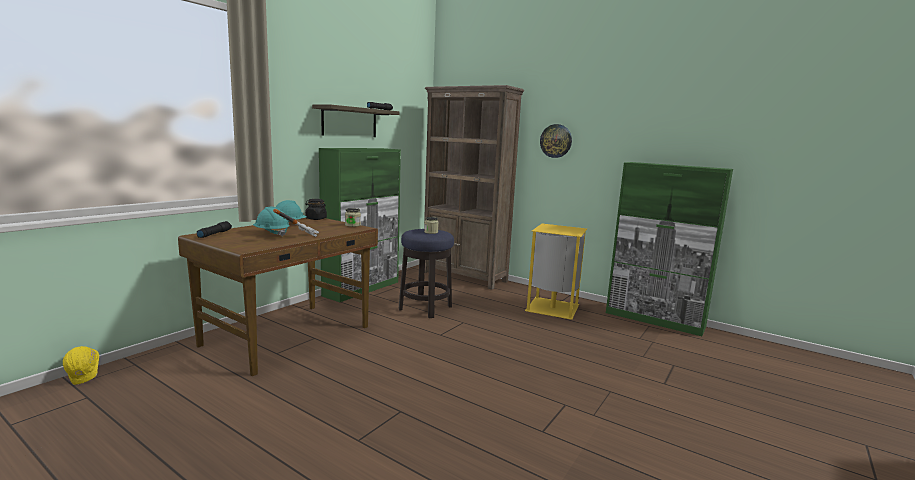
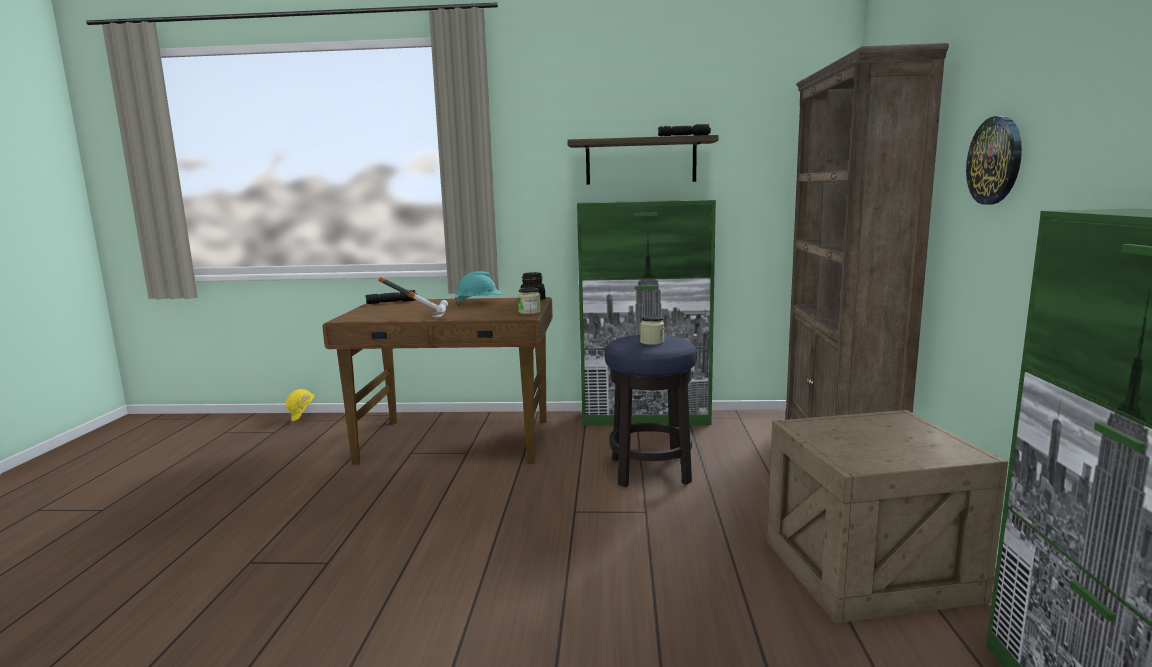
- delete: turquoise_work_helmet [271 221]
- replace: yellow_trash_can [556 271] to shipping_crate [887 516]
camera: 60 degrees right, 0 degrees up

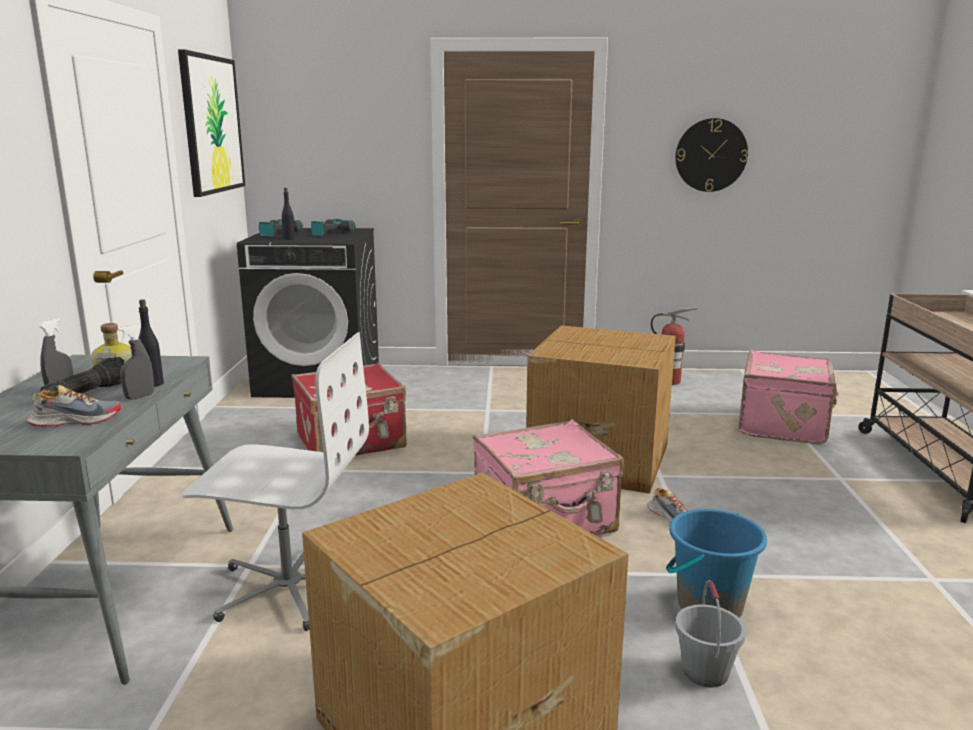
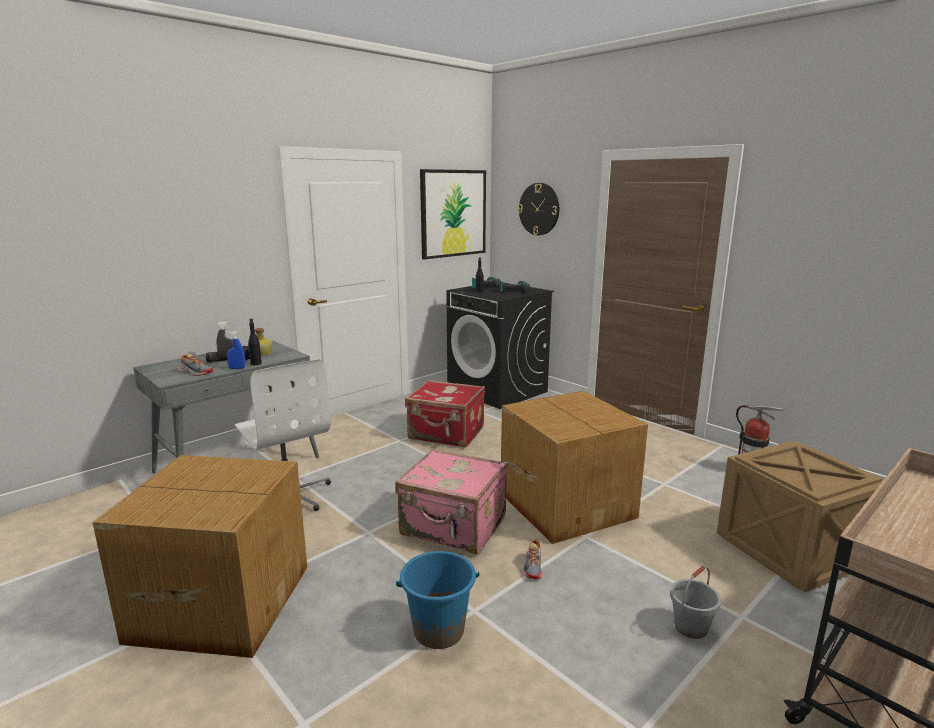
- recolor: gray_hand_sprayer [135 362] to blue-coloured_hand_sprayer [235 350]
- move: clock_on_the_wall [711 155] to [538 209]
- move: gray_pail [710 633] to [695 602]
- replace: pink-coloured_travel_case [788 397] to shipping_crate [800 516]
camera: 45 degrees right, 0 degrees up

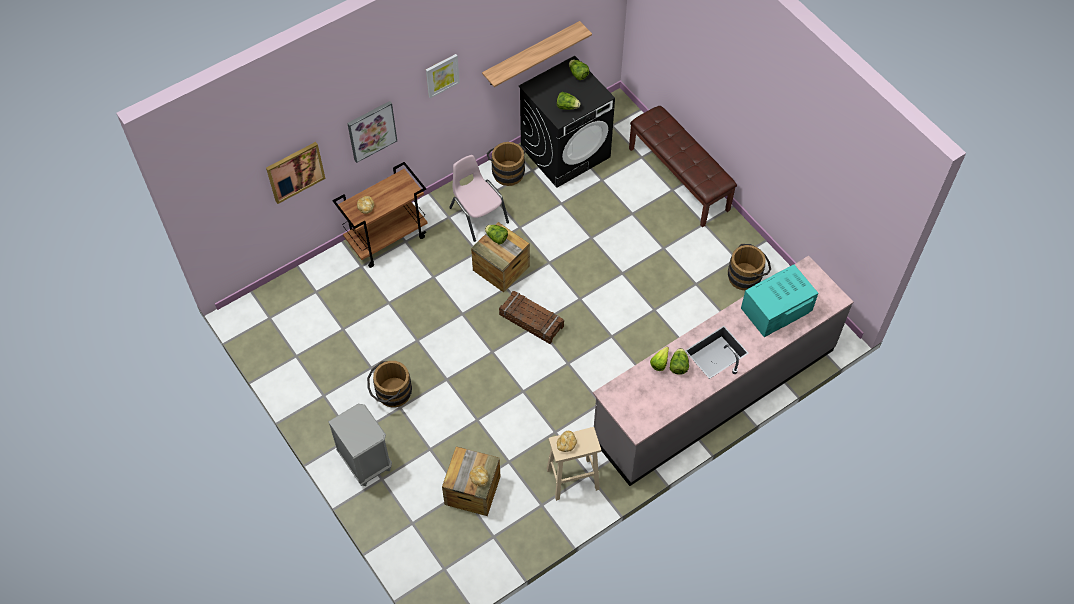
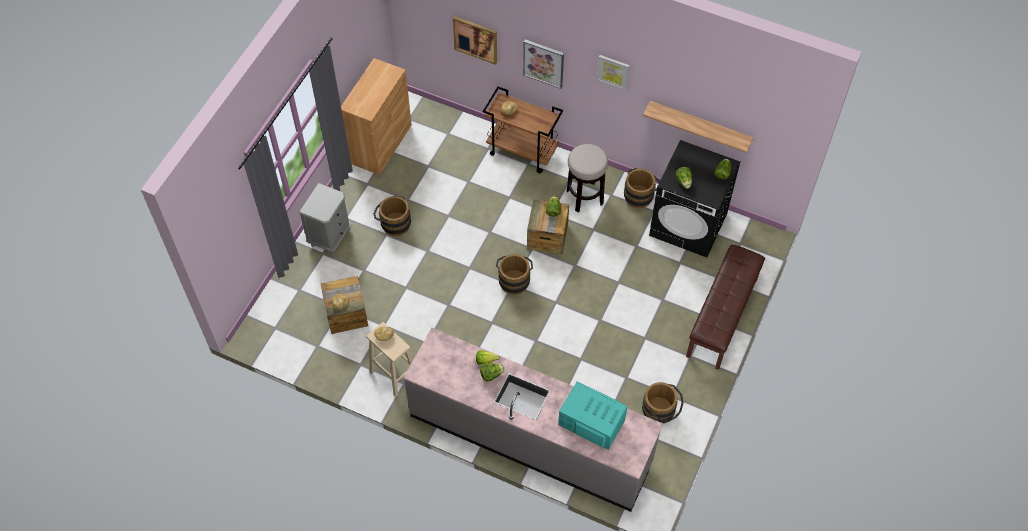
- replace: pink-coloured_upright_chair [479 198] to sitting_stool [587 178]
- replace: shipping_crate [531 317] to brownish_pail [514 274]
- insert: brownish_cupboard [376 116]
camera: 60 degrees right, 0 degrees up

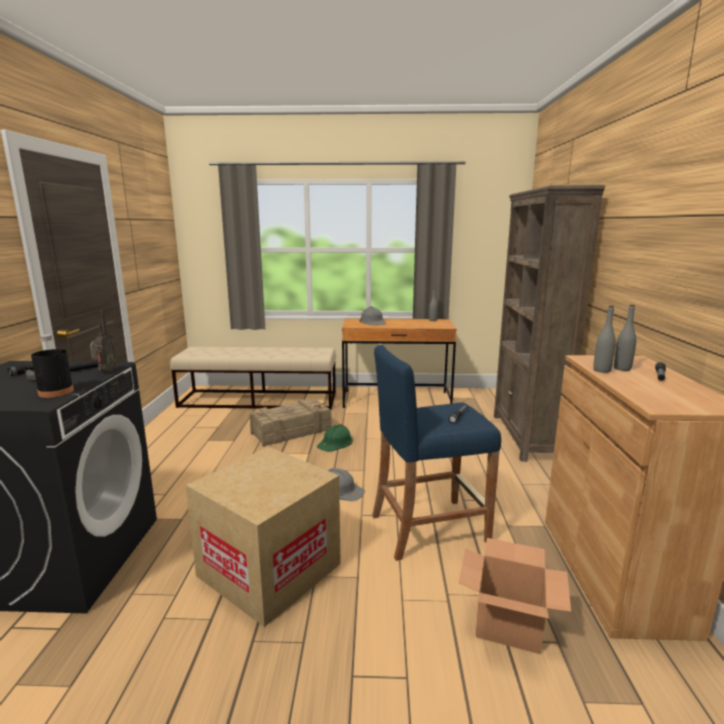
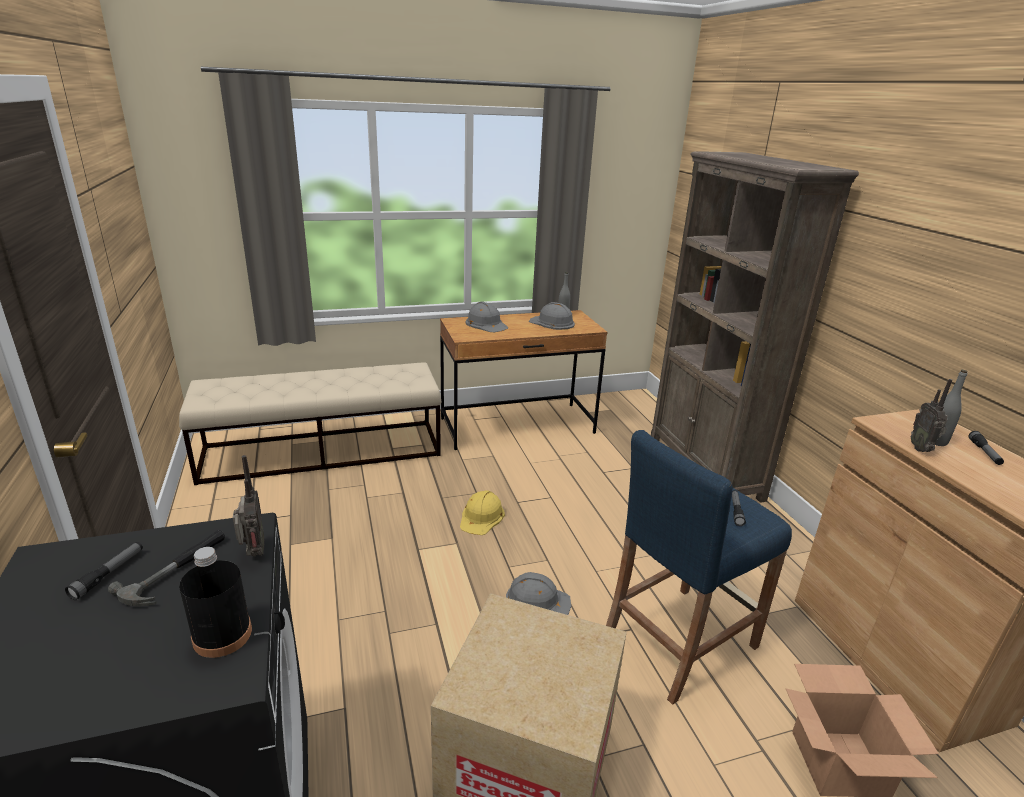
- delete: shipping_crate [290 423]
- recolor: green-coloured_work_helmet [335 438] to yellow_work_helmet [482 512]
- replace: gray_beverage_bottle [604 339] to radio_set [931 415]
- insert: gray_work_helmet [552 316]
camera: 20 degrees left, 10 degrees up

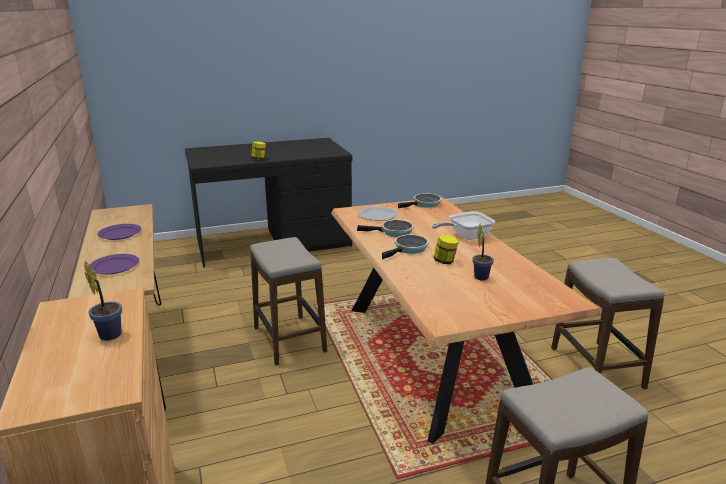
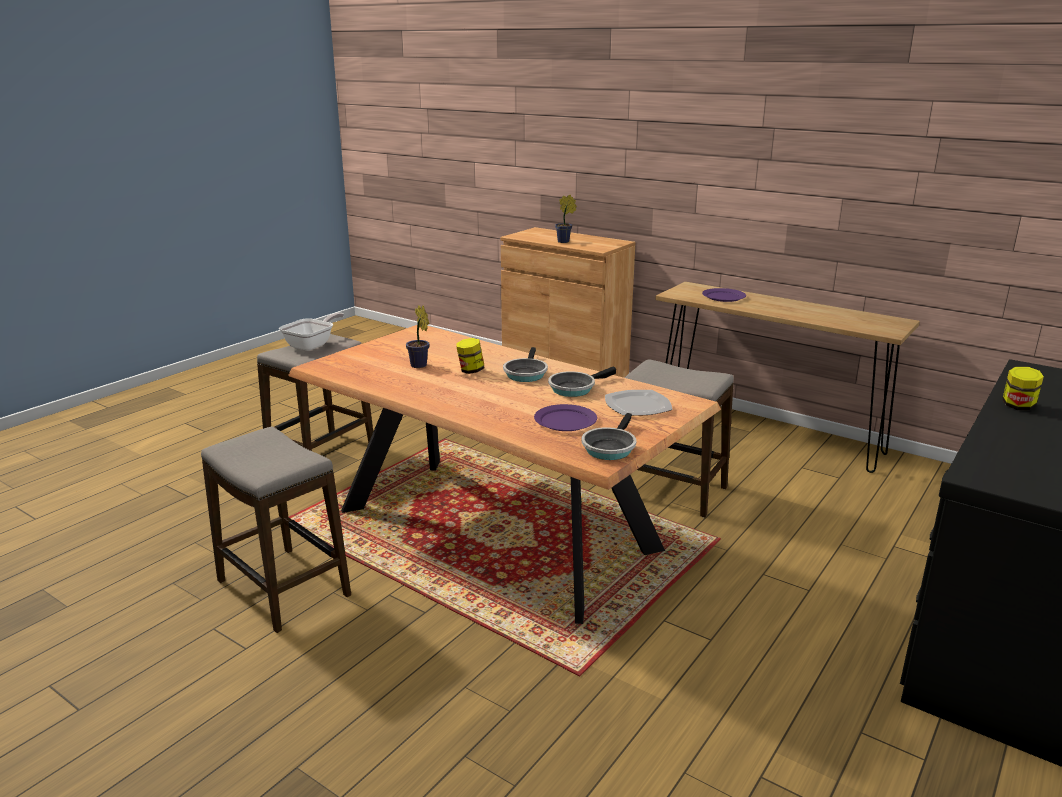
- move: purple-coloured_dinner_plate [119 232] to [565 417]
- move: skillet [463 225] to [311 331]
camera: 145 degrees right, 0 degrees up

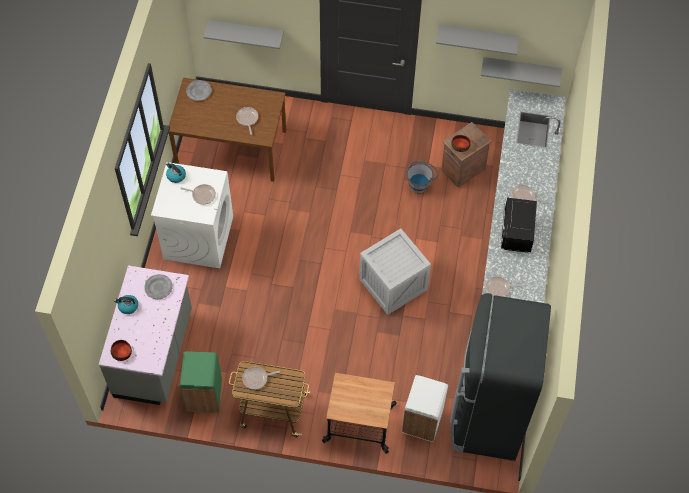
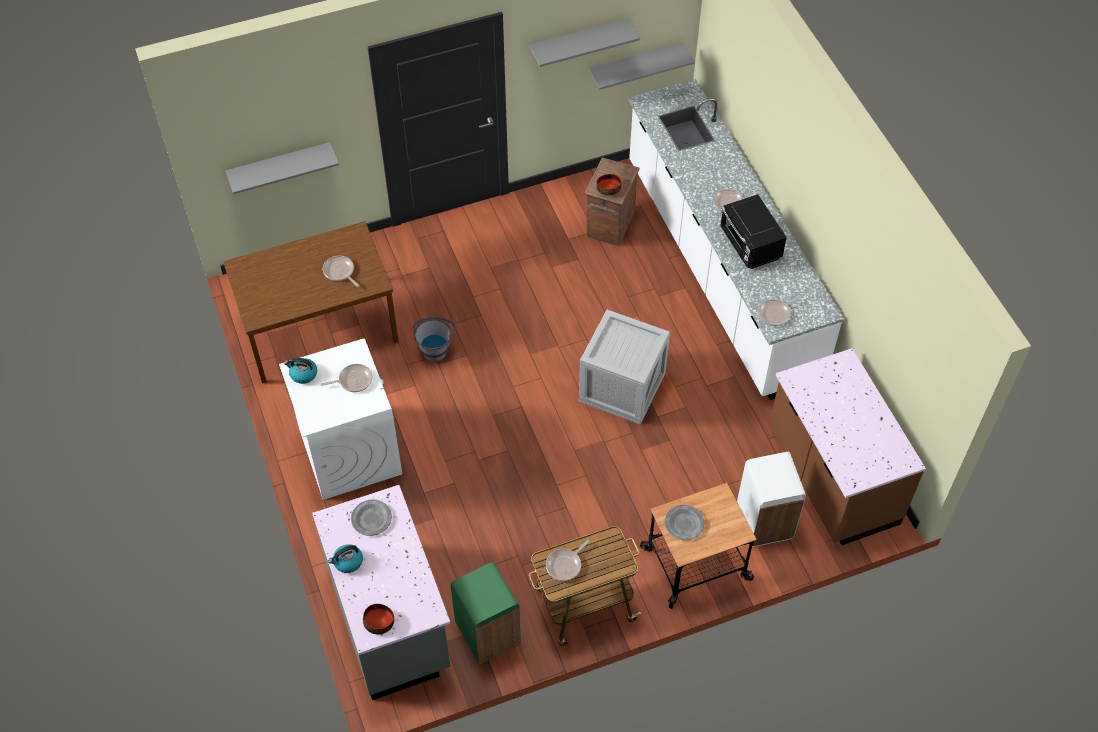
- move: gray_dinner_plate [199 90] to [684 522]
- move: gray_pail [422 177] to [434 339]
- replace: blackish_kitchen_fridge [500 377] to brownish_kitchen_base_unit [847 446]
camera: 30 degrees left, 5 degrees down

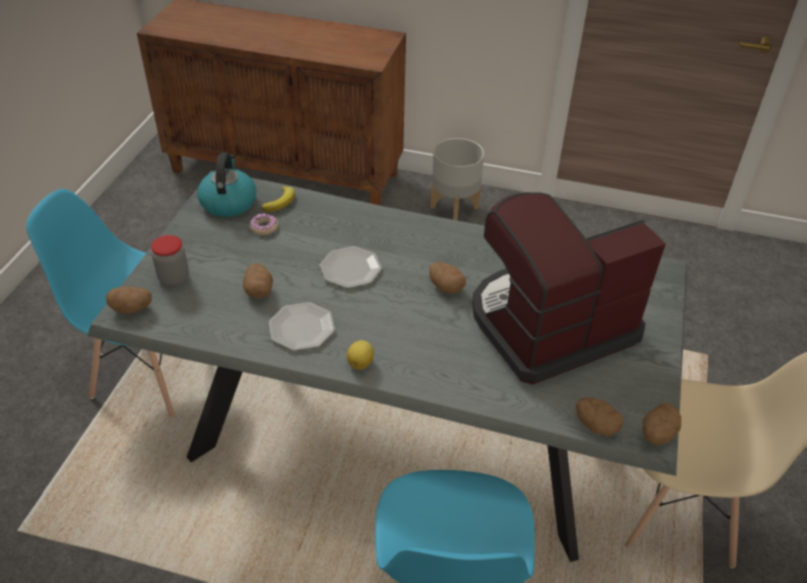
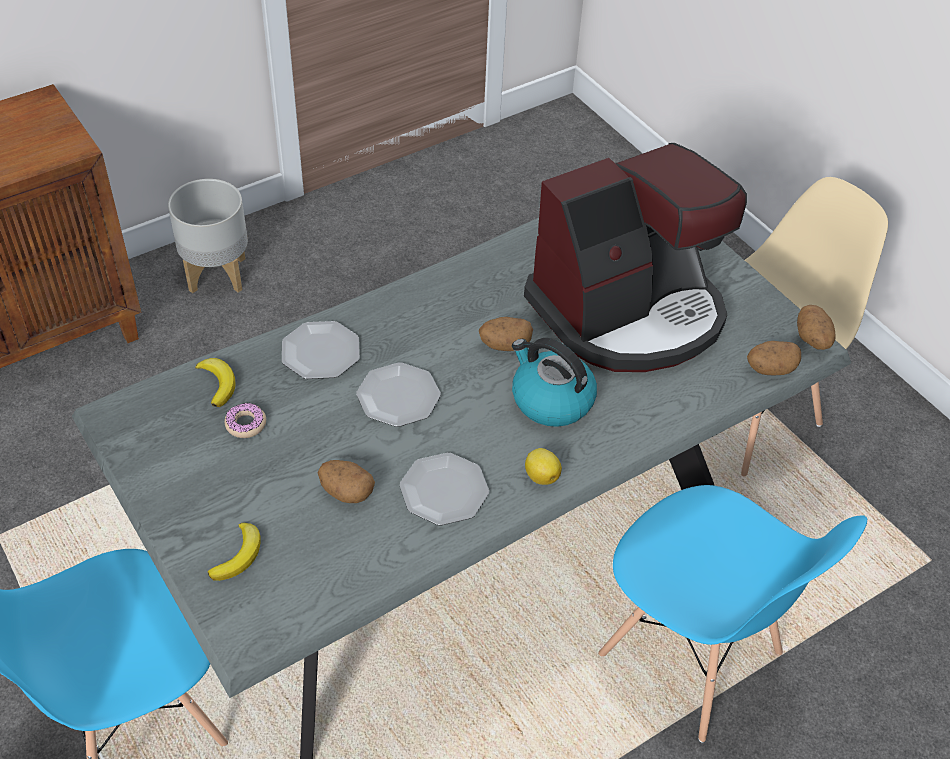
- delete: whole_potato [129 300]
- replace: storage_jar [170 260] to whole_banana [234 551]
- move: tea_kettle [226 185] to [554 382]
- rotate: coffee_brewer [569 288] = [635 257] 135 degrees counterclockwise
- insert: dinner_plate [321 350]
camera: 50 degrees left, 5 degrees up

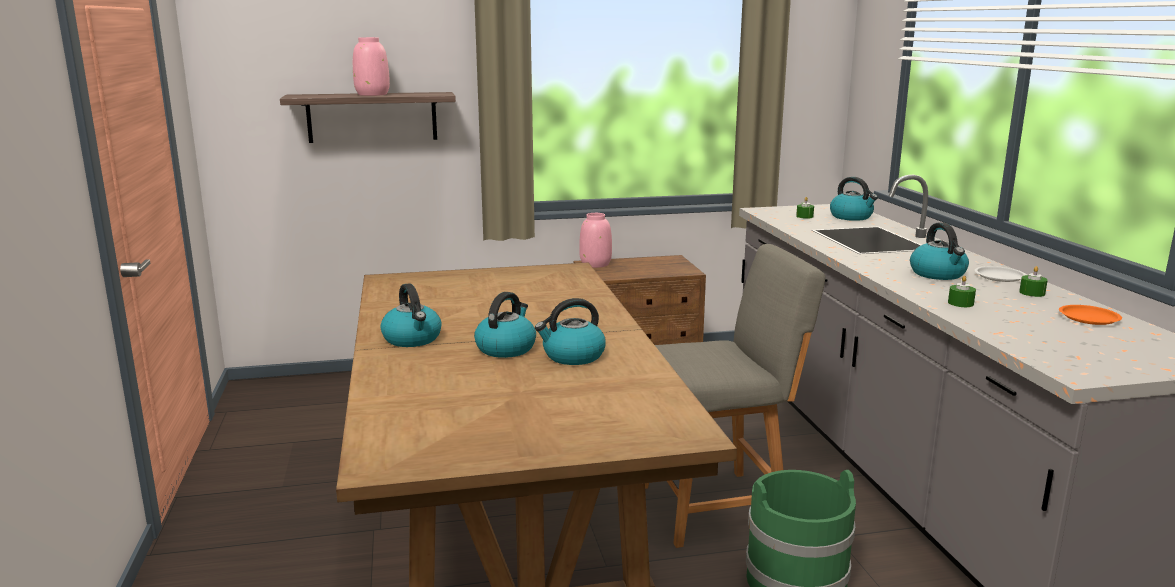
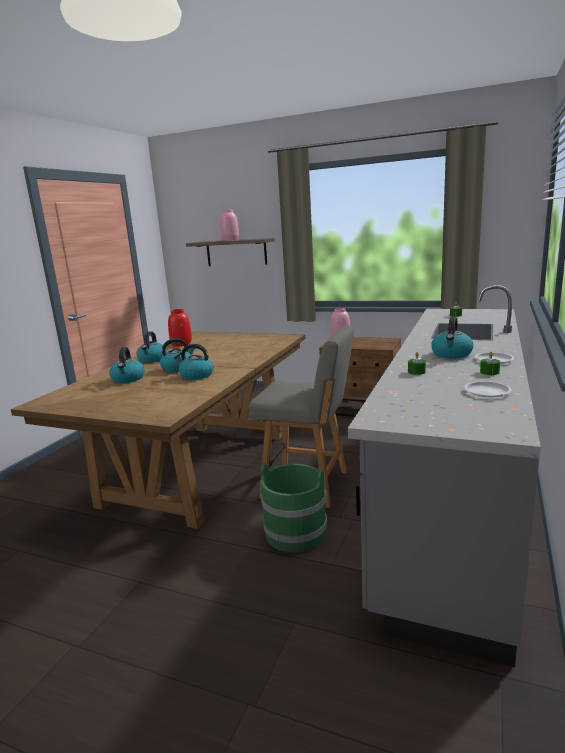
- move: tea_kettle [854 199] to [127 365]
- recolor: orange-coloured_dinner_plate [1090 315] to whitish_dinner_plate [487 389]
- insert: red-coloured_decorative_vase [180 327]
camera: 35 degrees right, 0 degrees up

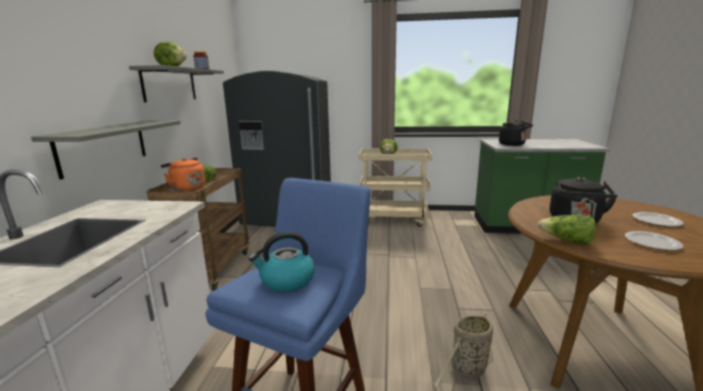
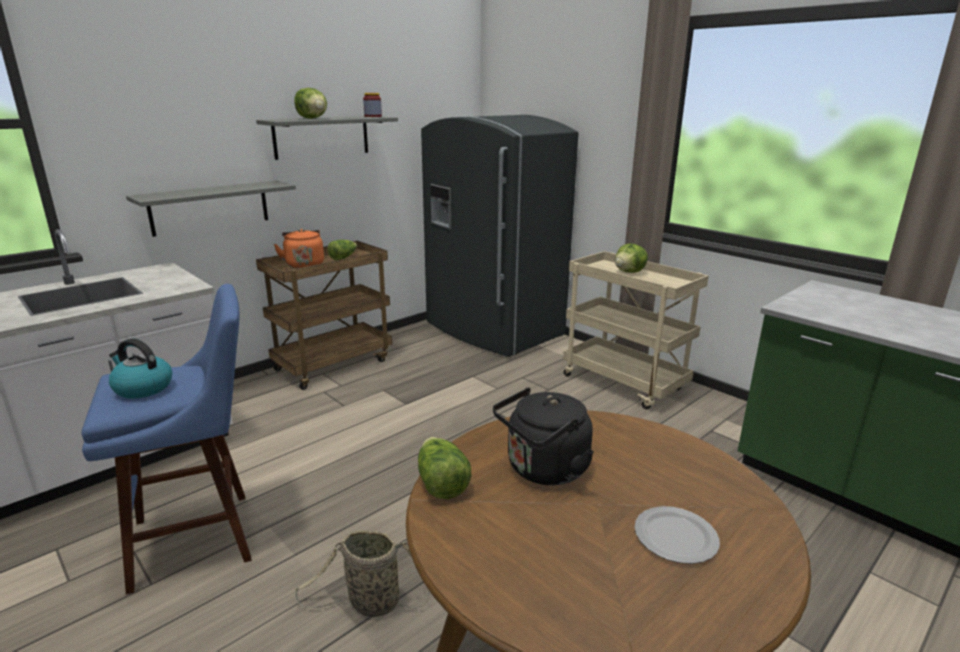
- delete: blackish_tea_kettle [516 133]
- delete: dinner_plate [654 241]
camera: 40 degrees right, 5 degrees up

